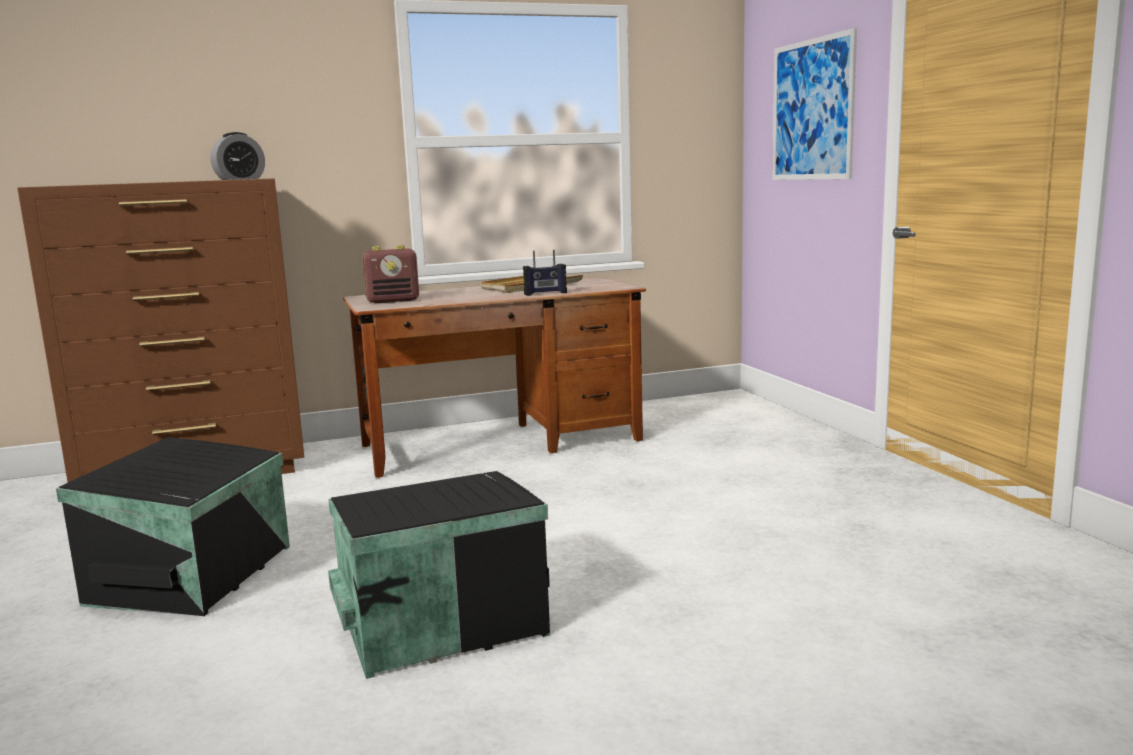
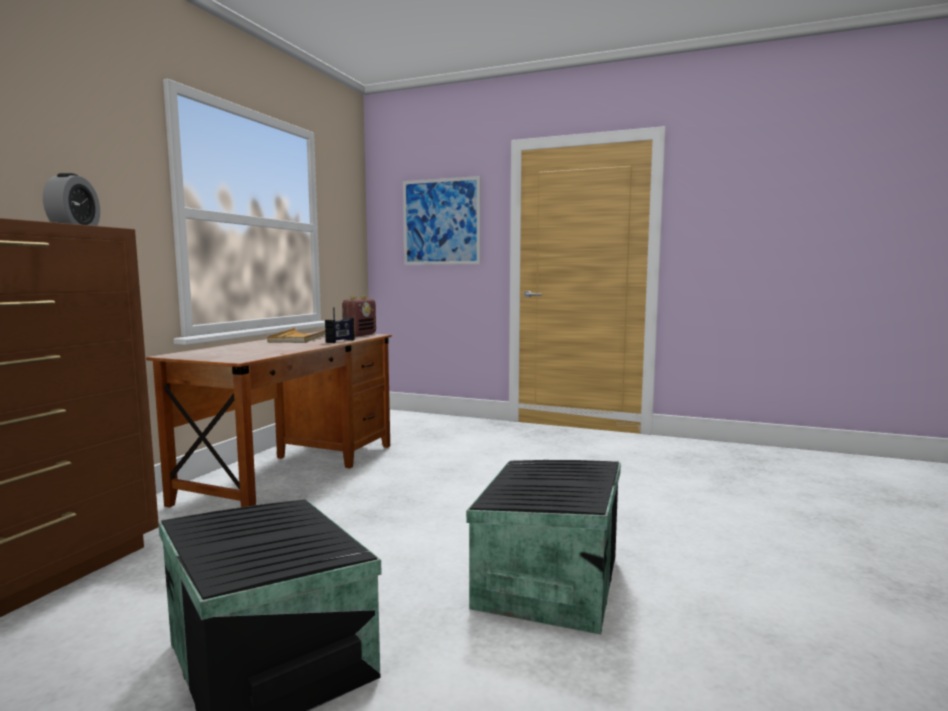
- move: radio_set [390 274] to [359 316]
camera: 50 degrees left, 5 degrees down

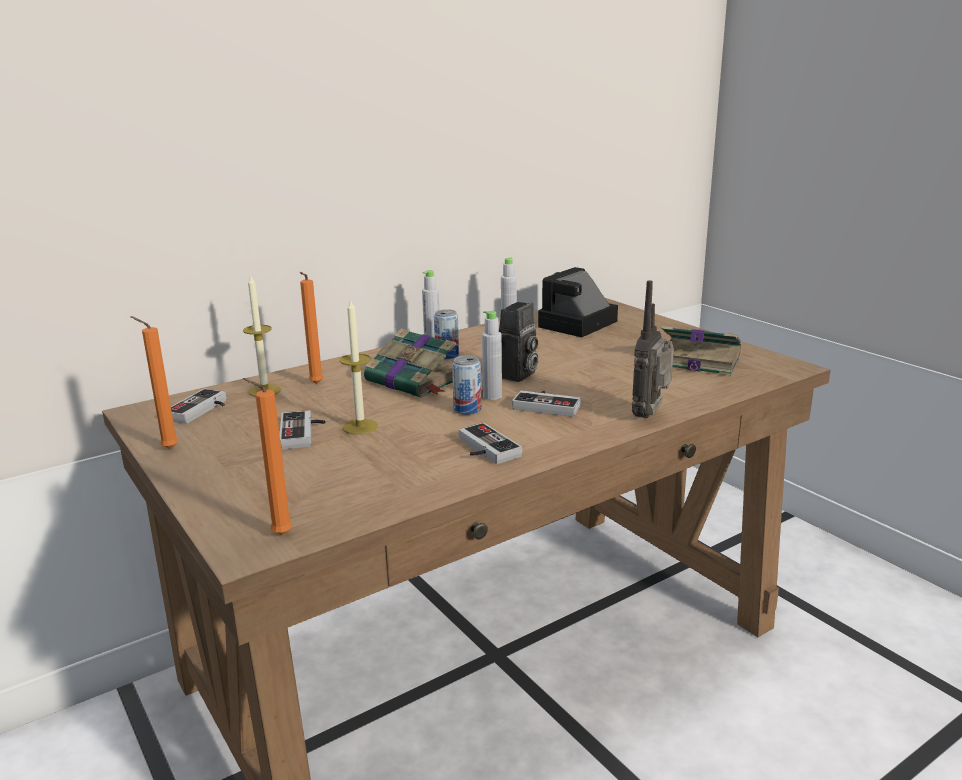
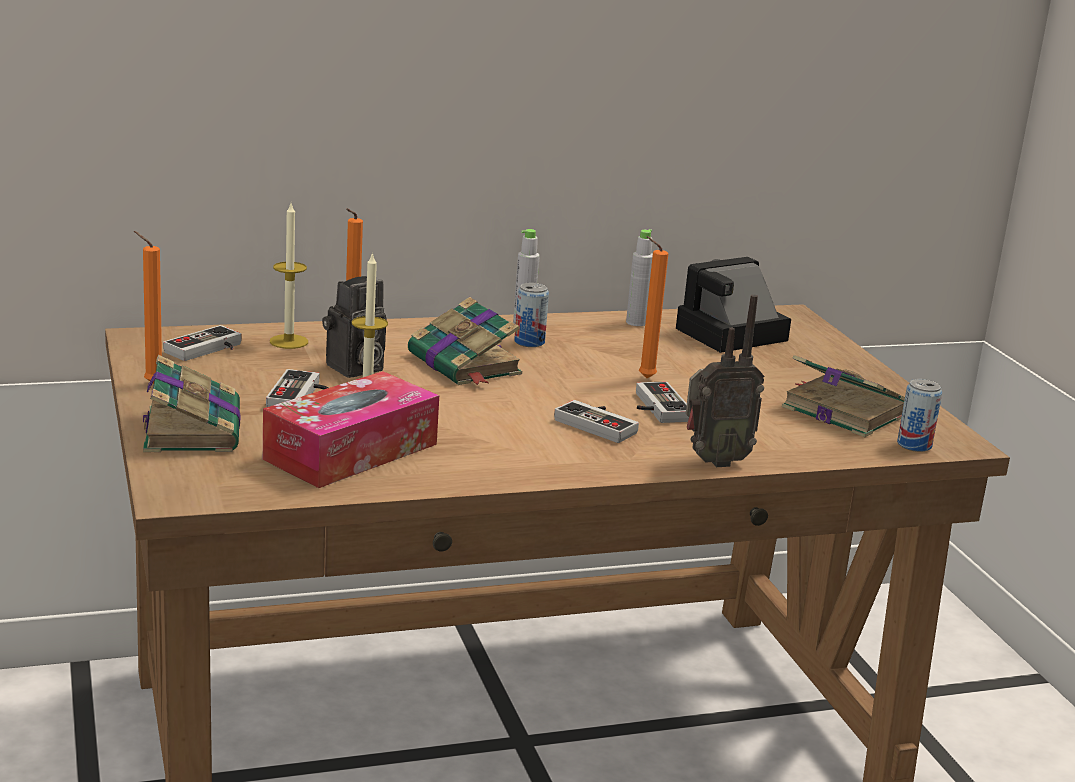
- move: orange-coloured_wax_light [267 456] to [653 307]
- move: metal_can [466 385] to [919 415]
- move: game_controller [490 443] to [662 402]
- delete: gray_beverage_bottle [492 355]
- move: photo_camera [519 342] to [354 327]
- rotate: radio_set [653 349] = [725 381] 150 degrees counterclockwise
- insert: volume [191 403]
- insert: tissue_holder [351 429]
camera: 15 degrees right, 0 degrees up

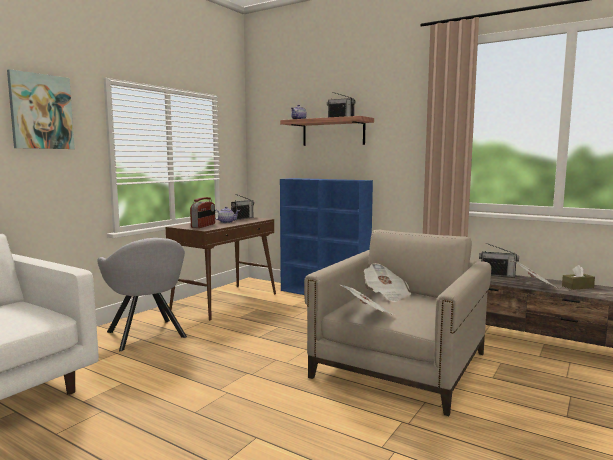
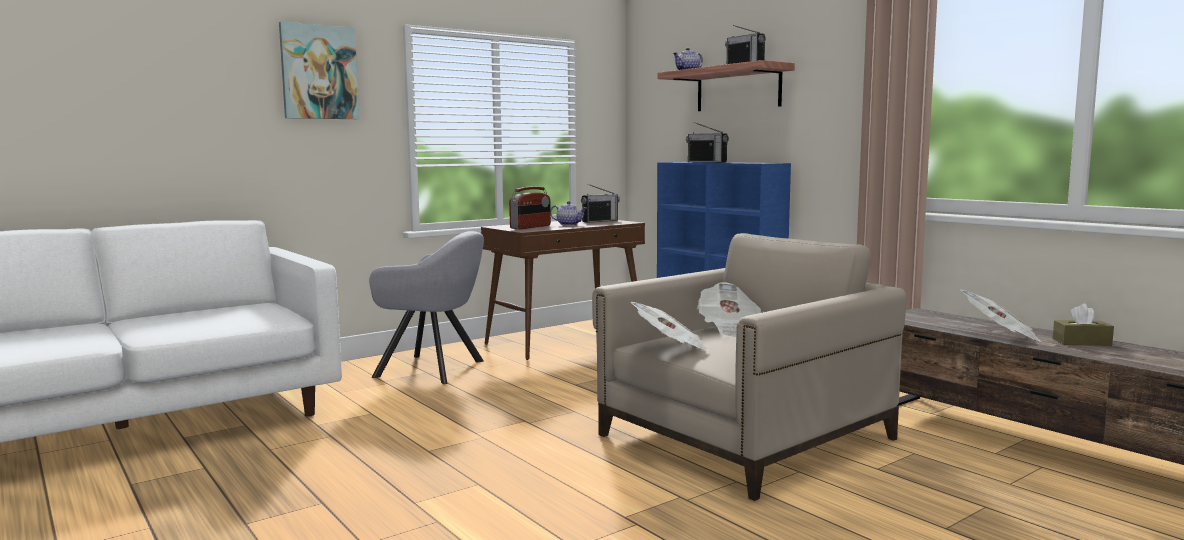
- rotate: gray_armchair [142 294] = [426 307] 60 degrees counterclockwise
- move: radio_set [499 260] to [707 142]
camera: 20 degrees right, 0 degrees up

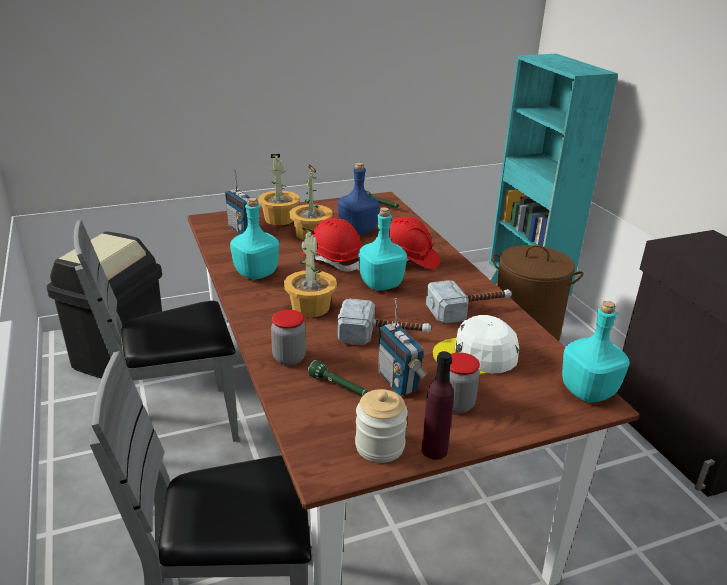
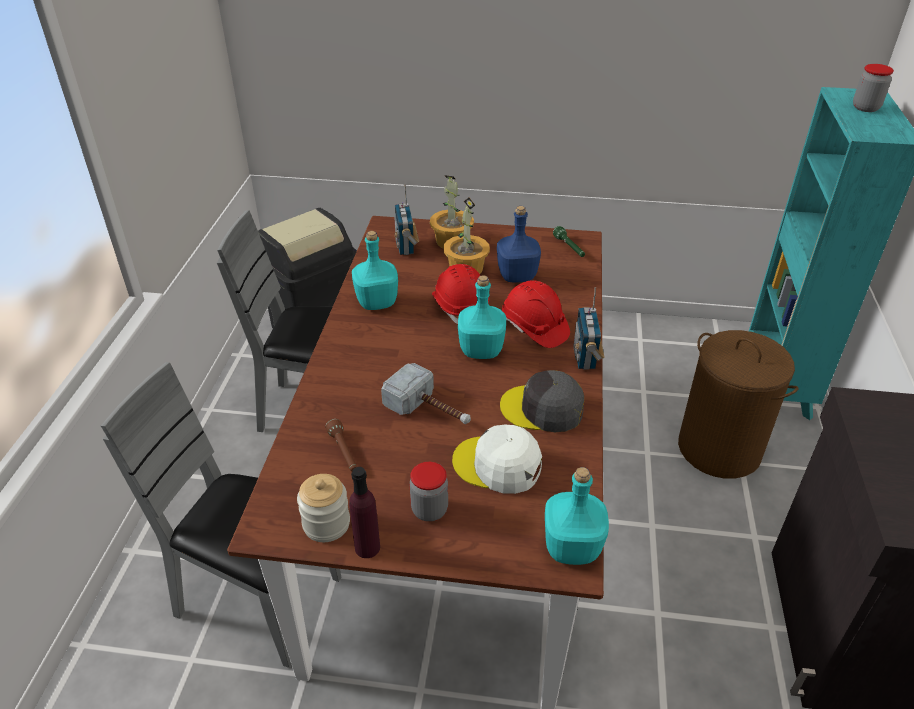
- move: storage_jar [288 337] to [873 88]
- delete: houseplant [310 273]
- recolor: green-coloured_torch [338 378] to brownish_torch [341 445]
- move: radio_set [402 347] to [588 328]
- replace: hammer [469 302] to gray_baseball_cap [542 401]
camera: 30 degrees right, 10 degrees up

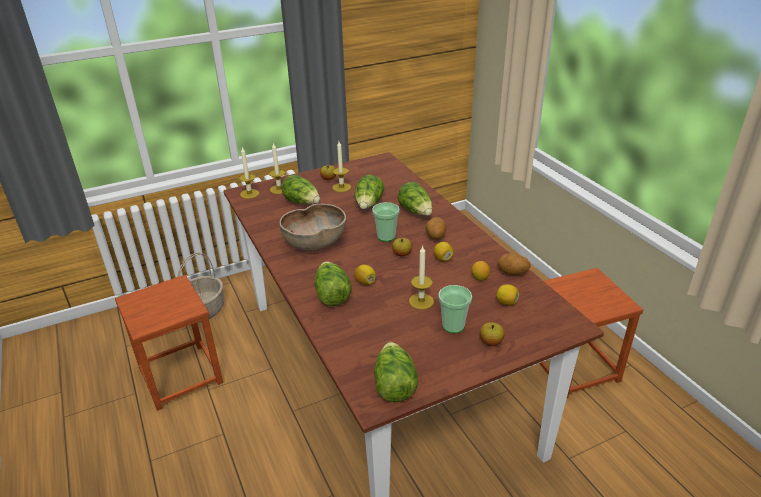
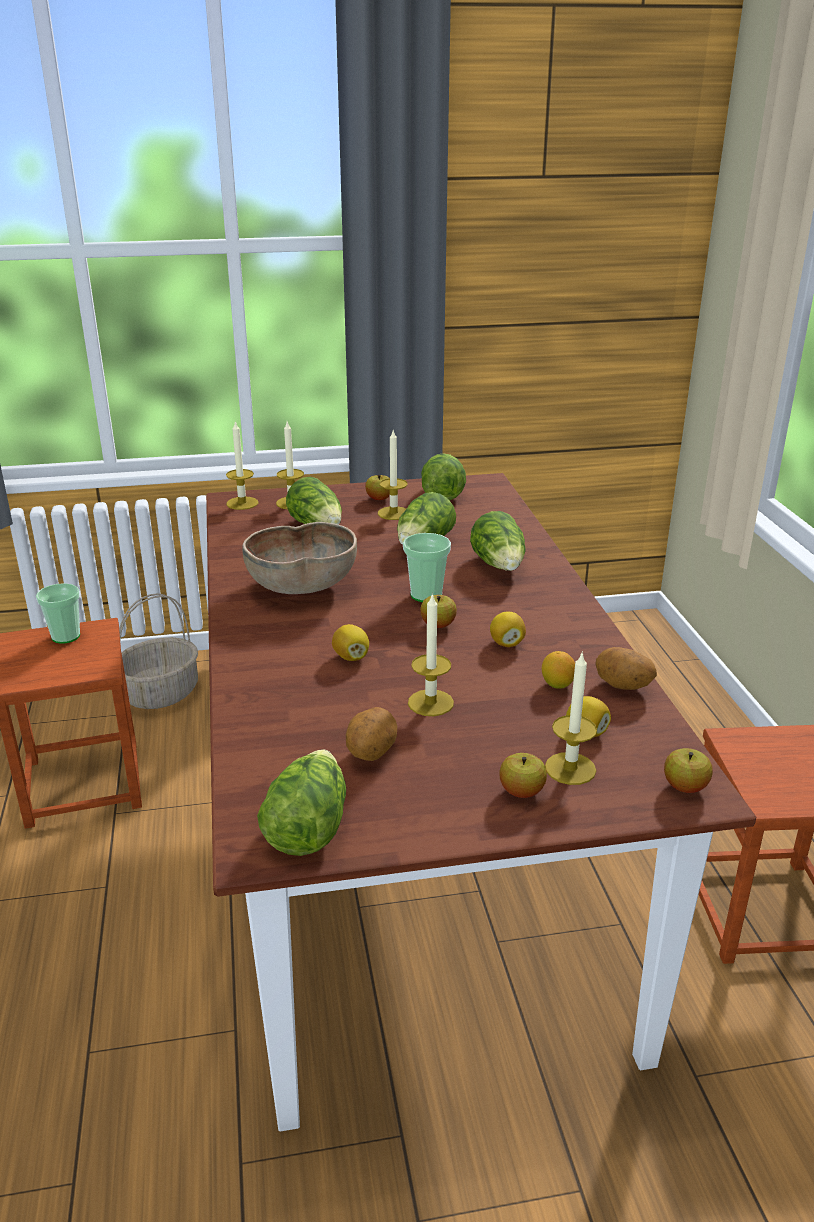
- move: lettuce [333 283] to [443 477]
- move: whole_potato [435 228] to [371 734]
- move: drinking_cup [455 309] to [58 613]
- insert: wax_light [571 718]
- insert: whole_apple [688 770]
camera: 15 degrees right, 5 degrees down

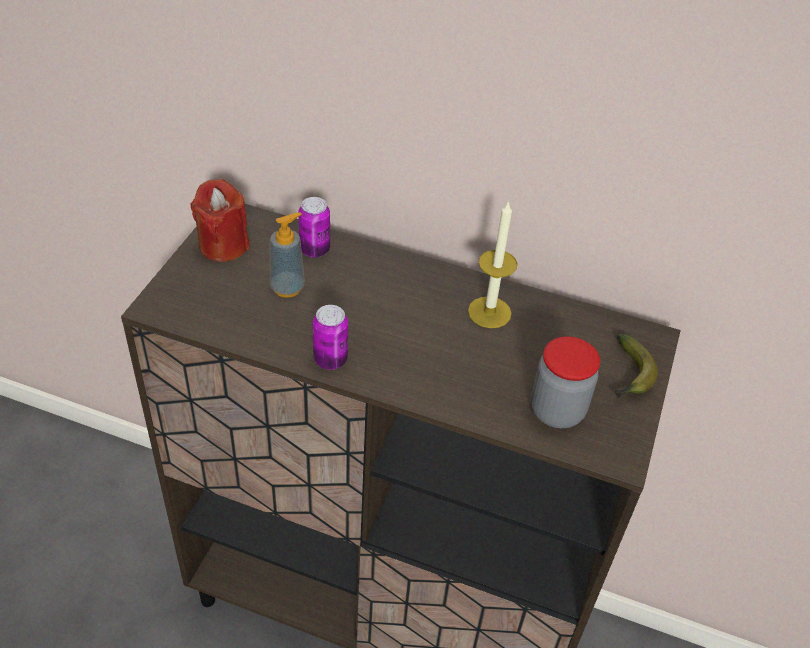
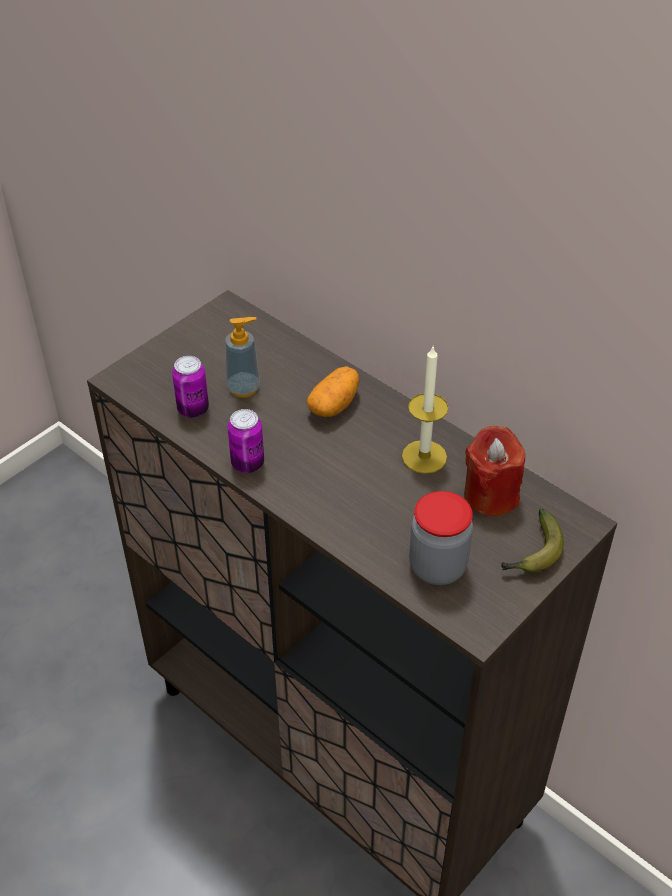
- move: red-coloured_wax_light [220 220] to [494 471]
- move: metal_can [314 227] to [190 387]
- insert: whole_potato [333 391]
camera: 25 degrees right, 0 degrees up

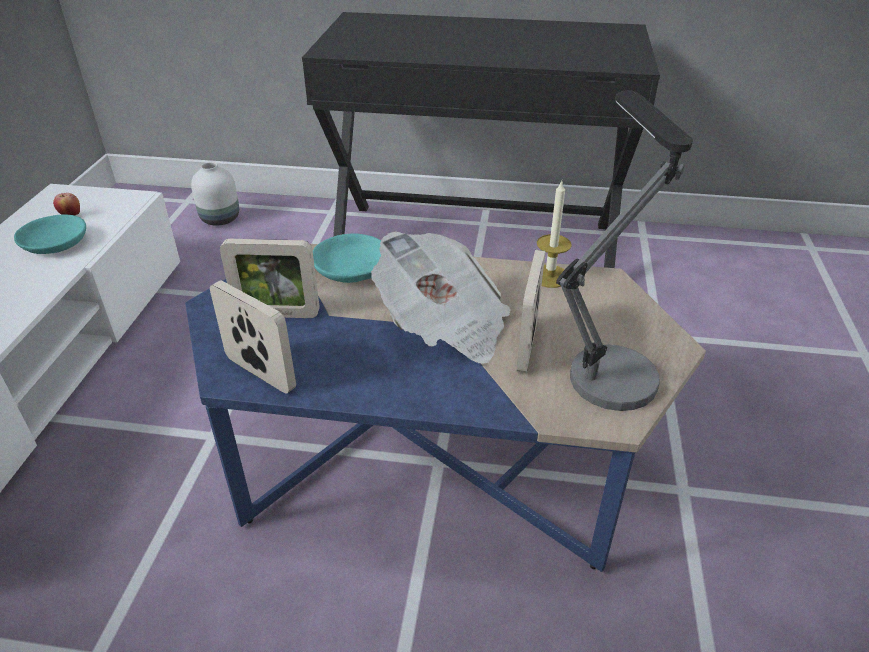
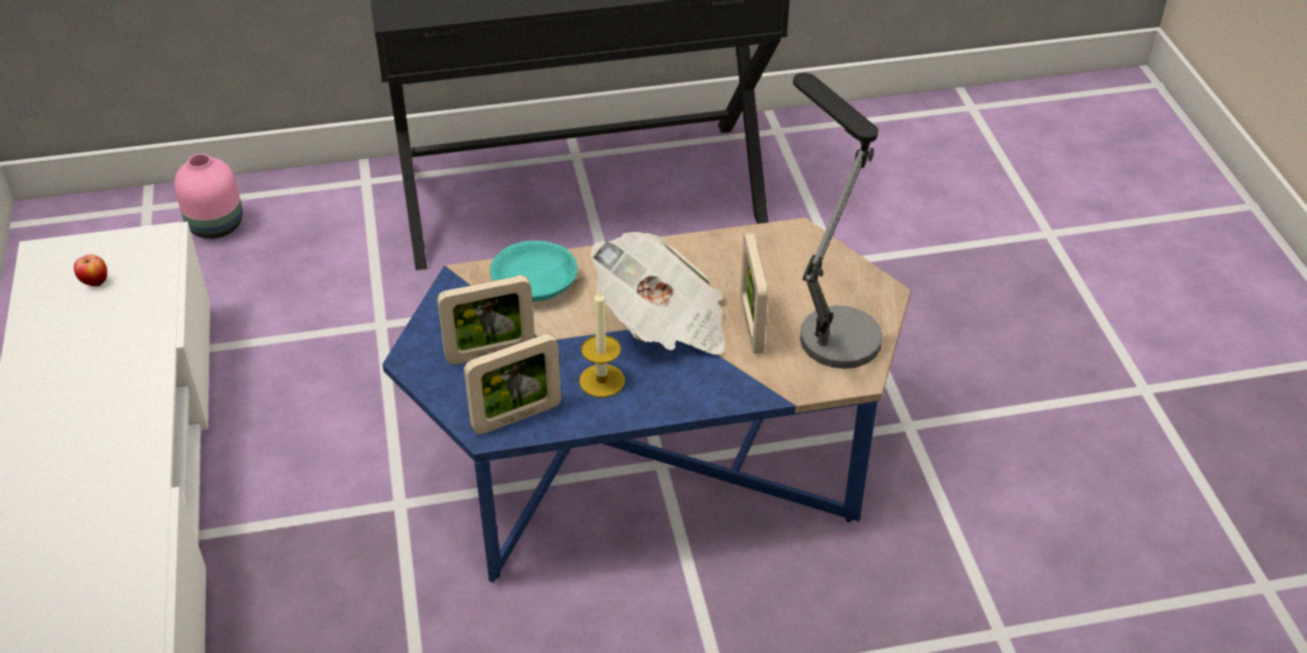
- delete: turquoise_bowl [50 234]
- recolor: whitish_decorative_vase [215 194] to pink-coloured_decorative_vase [208 196]
- rotate: picture_frame [253 337] = [512 384] 135 degrees clockwise
- move: wax_light [554 234] to [602 343]
camera: 20 degrees left, 5 degrees up

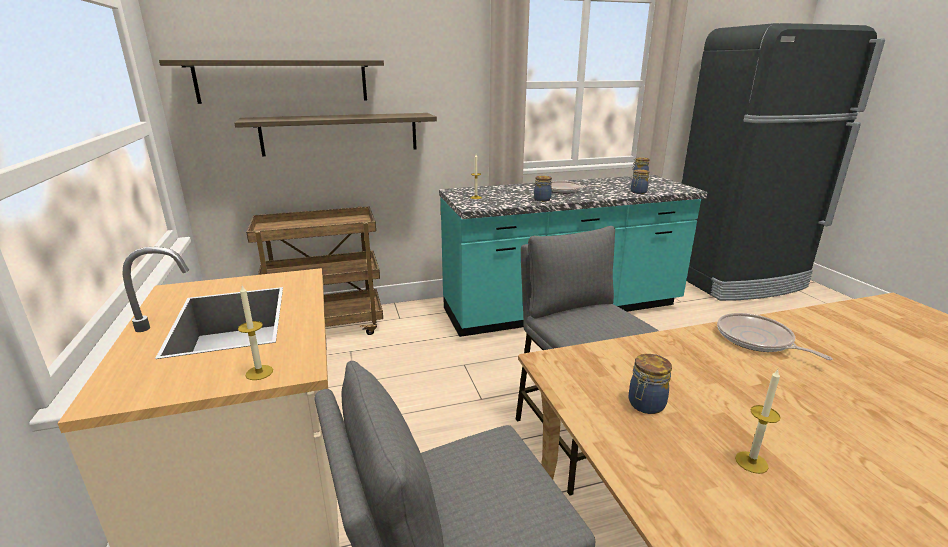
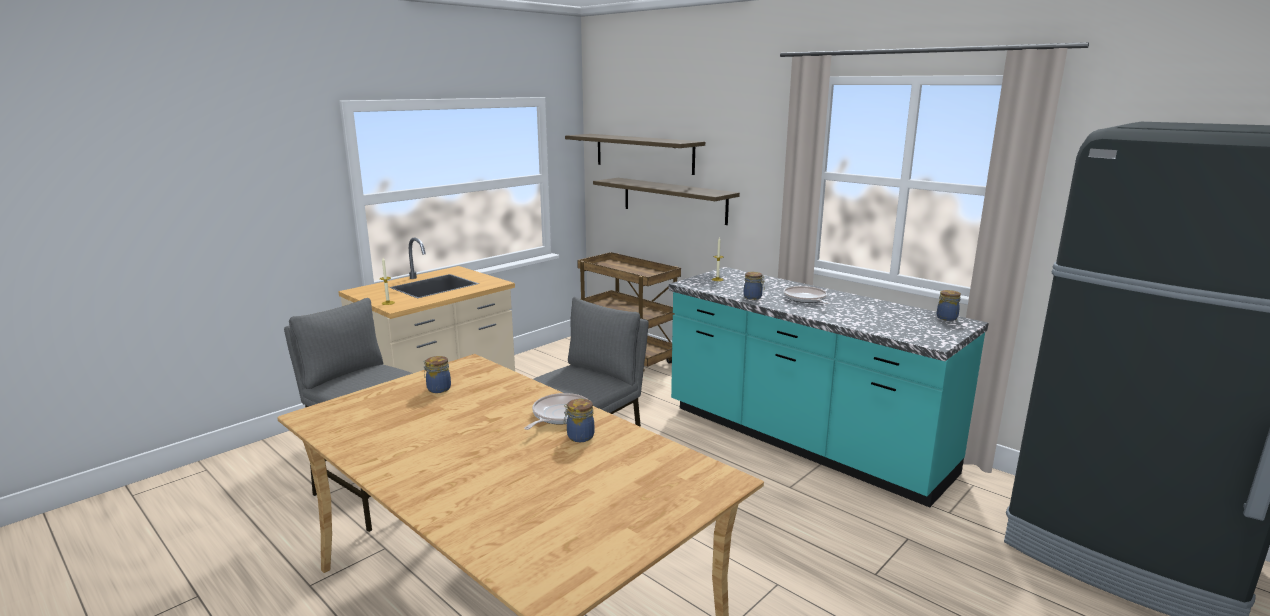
- move: storage_jar [640 181] to [579 420]
- delete: wax_light [758 422]
camera: 60 degrees right, 5 degrees down

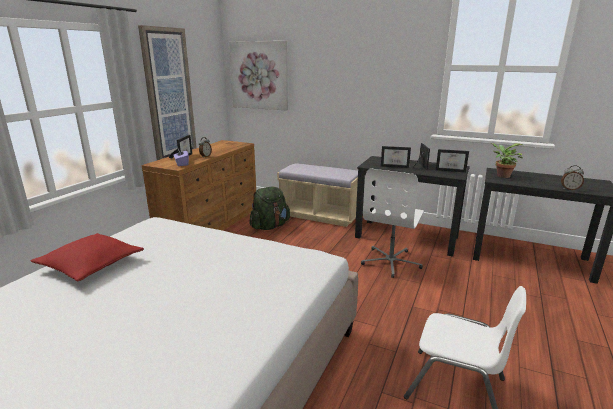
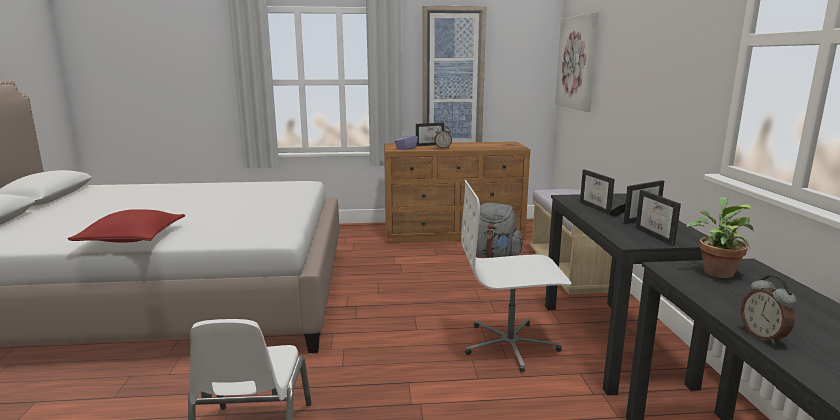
- move: red-coloured_pillow [87 257] to [126 225]
- recolor: green-coloured_knapsack [269 208] to gray_knapsack [500 230]
camera: 60 degrees right, 5 degrees down

